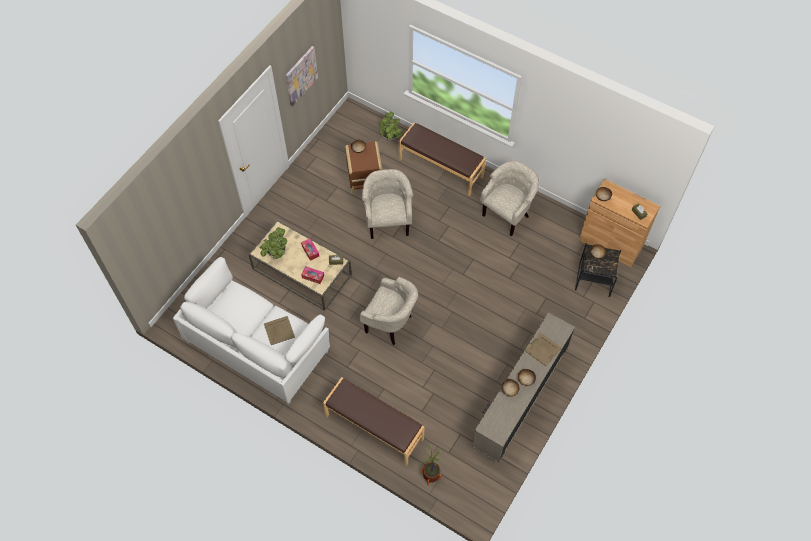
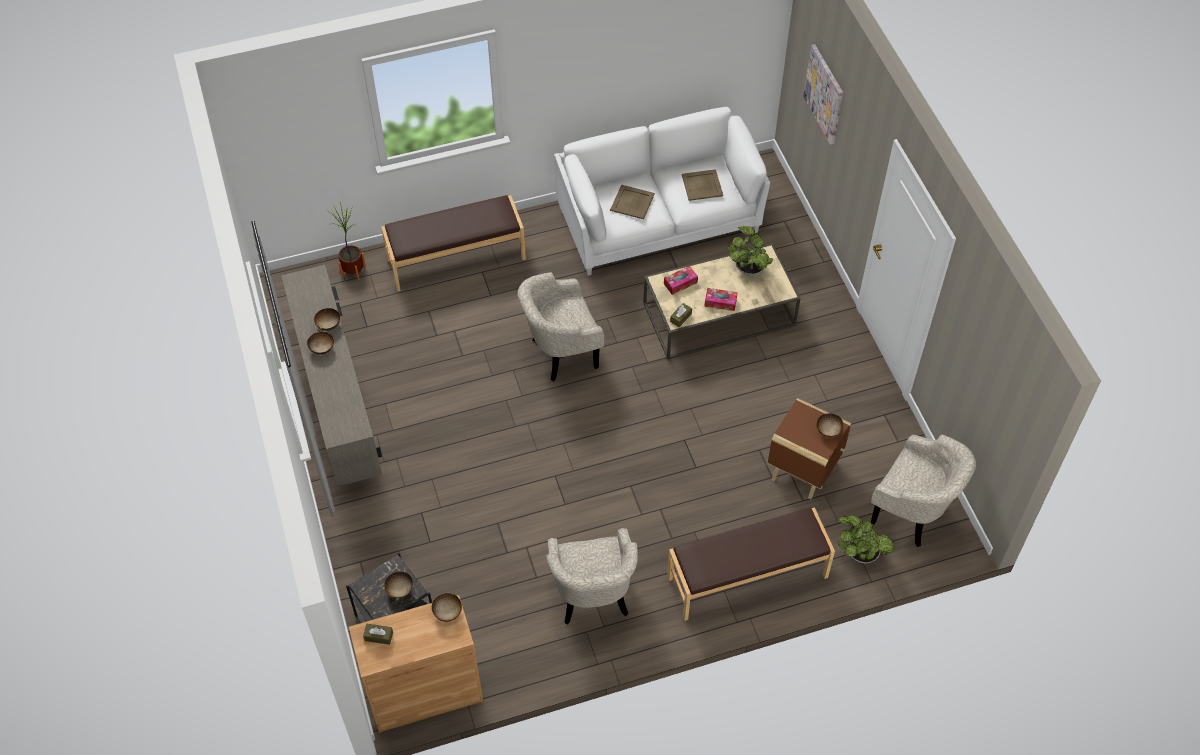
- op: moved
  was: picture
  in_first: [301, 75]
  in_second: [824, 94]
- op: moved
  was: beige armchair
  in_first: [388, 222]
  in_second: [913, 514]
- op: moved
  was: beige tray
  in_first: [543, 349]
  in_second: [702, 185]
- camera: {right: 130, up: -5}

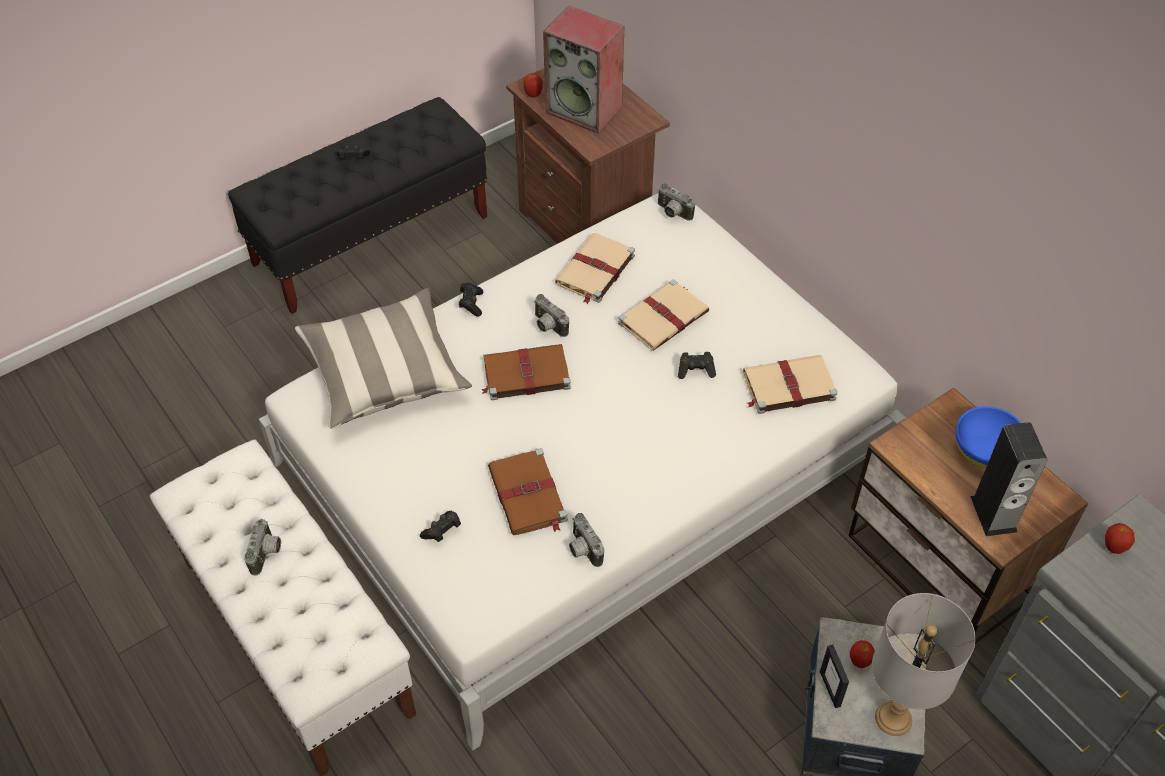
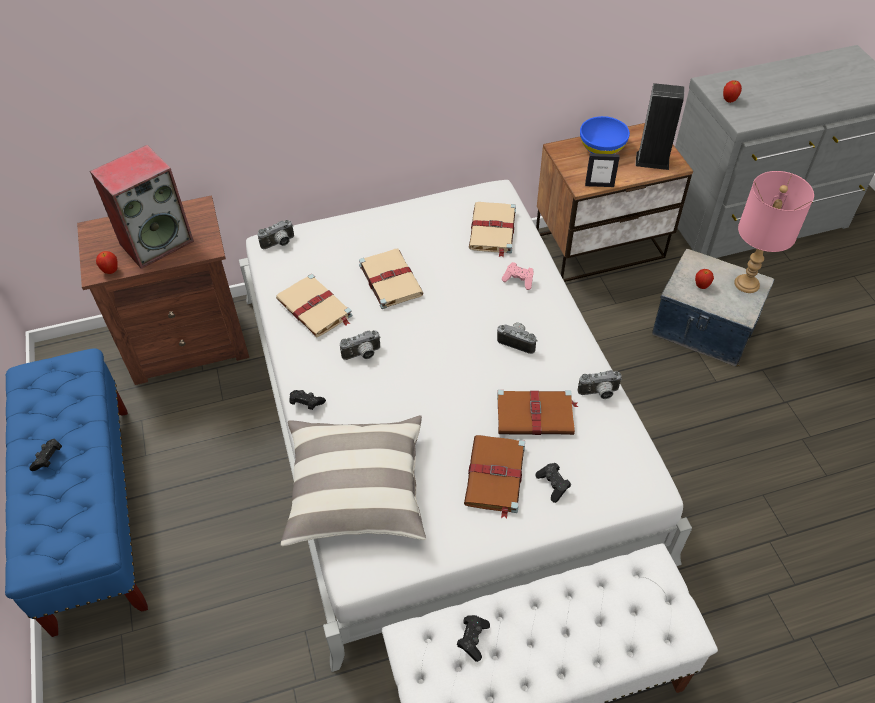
- op: recoloured
  was: black bench
  now: blue bench
  in_first: [372, 240]
  in_second: [93, 513]
- op: moved
  was: brown book
  in_first: [525, 374]
  in_second: [495, 476]
- op: moved
  was: black game controller
  in_first: [696, 370]
  in_second: [473, 639]
- op: moved
  was: photo camera
  in_first: [267, 554]
  in_second: [517, 341]
- op: recoloured
  was: grey table lamp
  now: pink table lamp
  in_first: [894, 718]
  in_second: [746, 283]
- op: moved
  was: picture frame
  in_first: [830, 689]
  in_second: [599, 185]
- op: added
  now: pink game controller
  in_second: [519, 280]
- camera: {right: -70, up: 0}

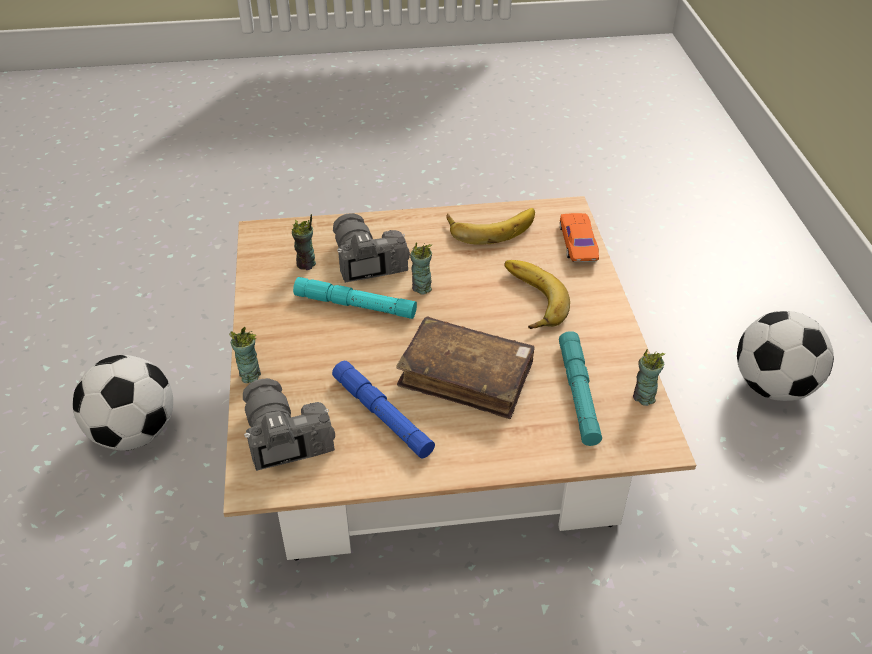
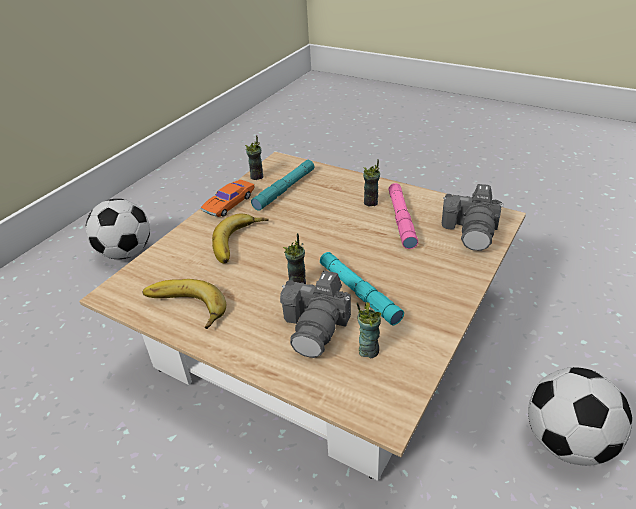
- op: moved
  was: orange toy car
  in_first: [578, 243]
  in_second: [229, 203]
- op: removed
  was: brown book
  in_first: [466, 377]
- op: moved
  was: cup
  in_first: [249, 375]
  in_second: [371, 202]
- op: recoloured
  was: blue flashlight
  now: pink flashlight
  in_first: [382, 415]
  in_second: [401, 220]
- camera: {right: -140, up: -5}

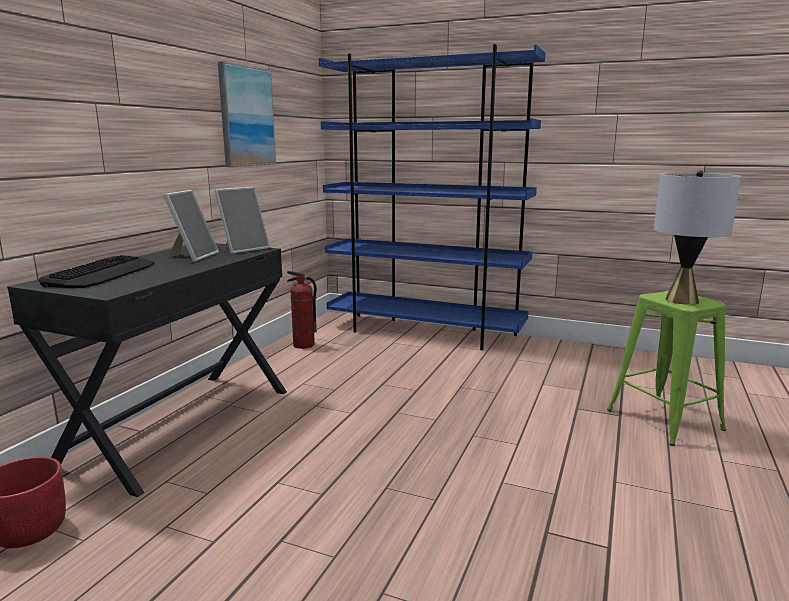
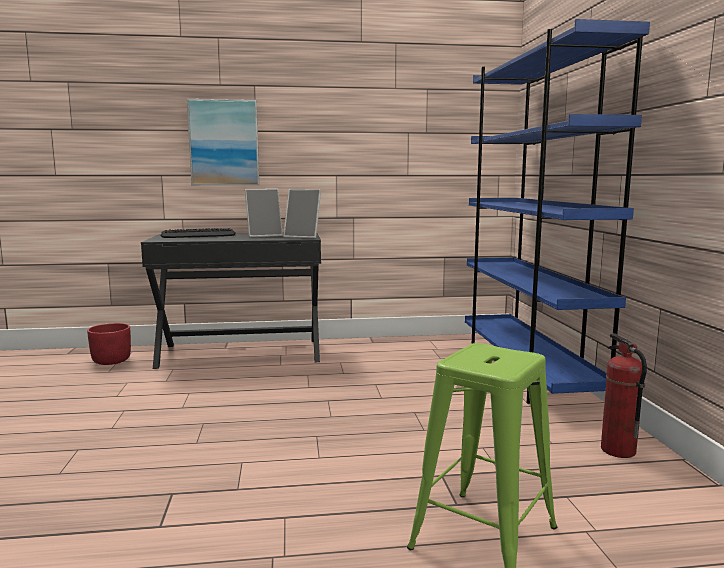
- op: moved
  was: picture
  in_first: [246, 117]
  in_second: [224, 143]
- op: removed
  was: grey table lamp
  in_first: [682, 300]
- op: moved
  was: fire extinguisher
  in_first: [303, 345]
  in_second: [617, 450]
- camera: {right: 60, up: -5}

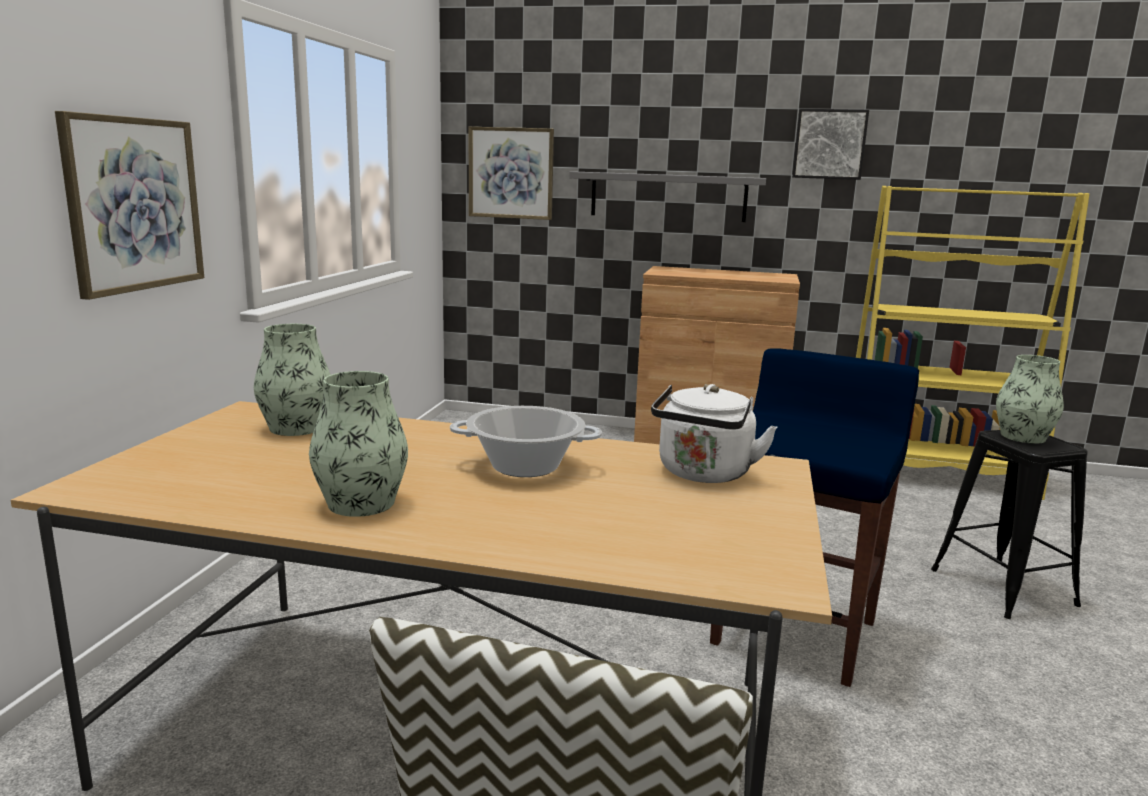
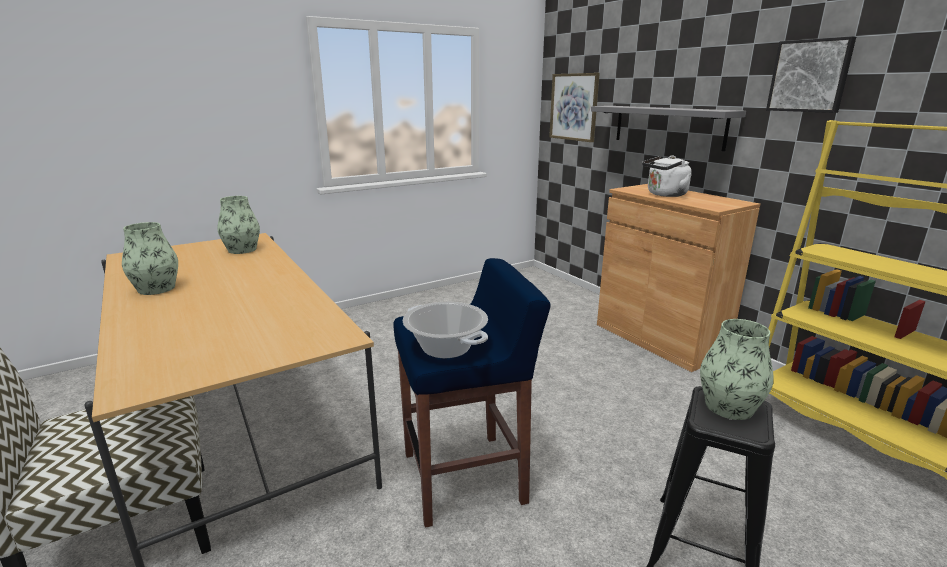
- op: removed
  was: picture
  in_first: [134, 204]
- op: moved
  was: white kettle
  in_first: [703, 474]
  in_second: [665, 195]
- op: moved
  was: cooking pot
  in_first: [525, 466]
  in_second: [445, 348]
- camera: {right: 45, up: 5}

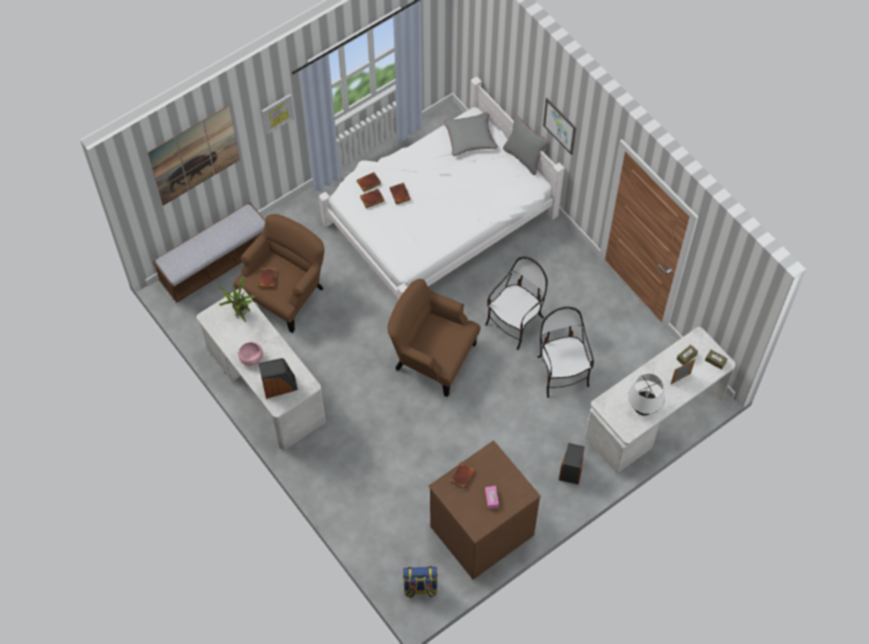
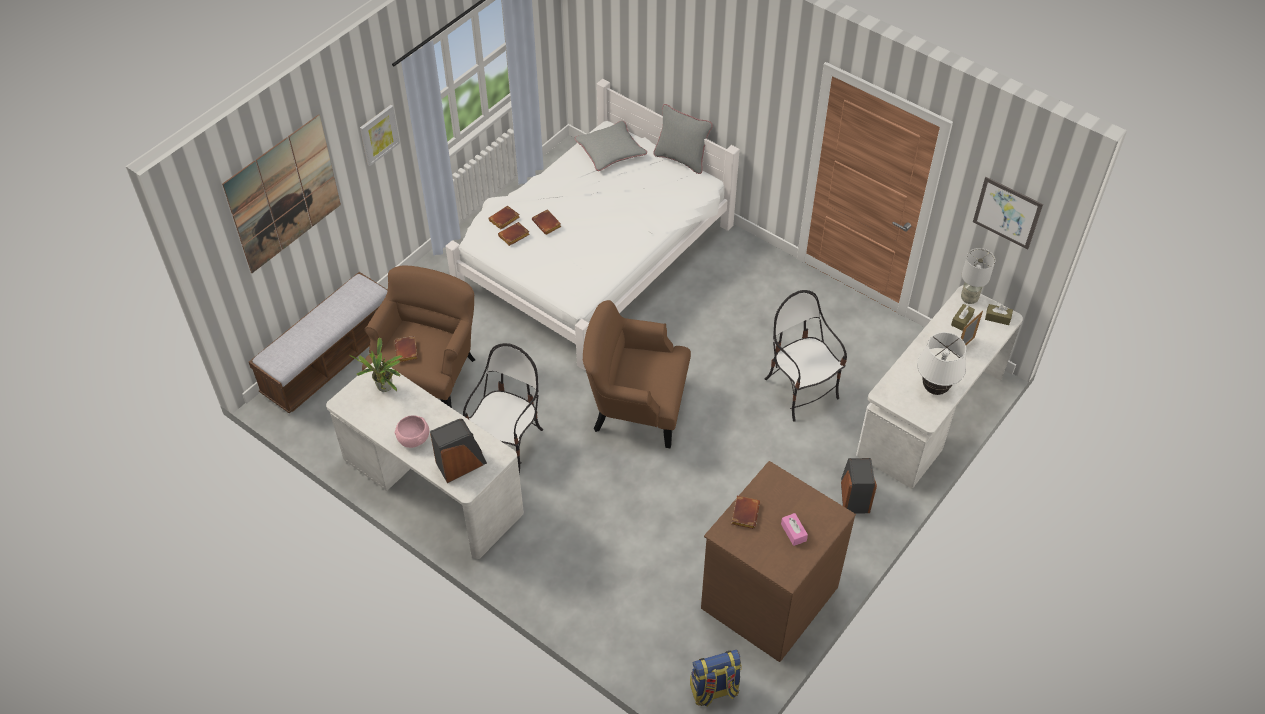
- op: moved
  was: picture
  in_first: [559, 126]
  in_second: [1007, 212]
- op: moved
  was: chair
  in_first: [515, 323]
  in_second: [508, 444]
- op: added
  now: grey table lamp
  in_second: [969, 299]
- camera: {right: -15, up: -10}

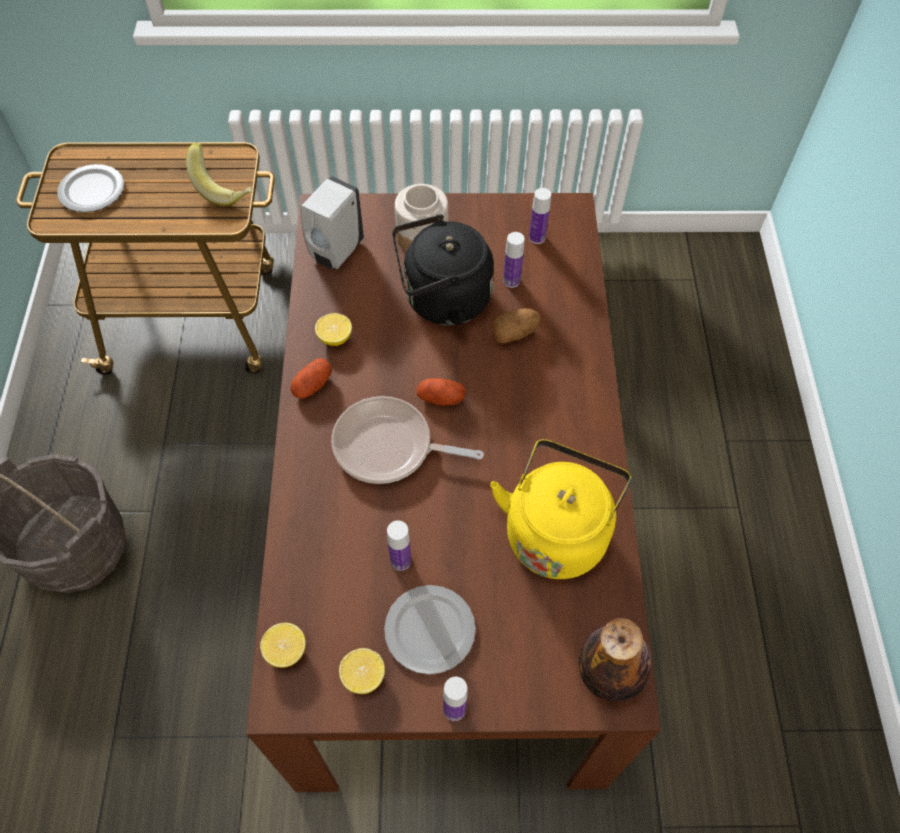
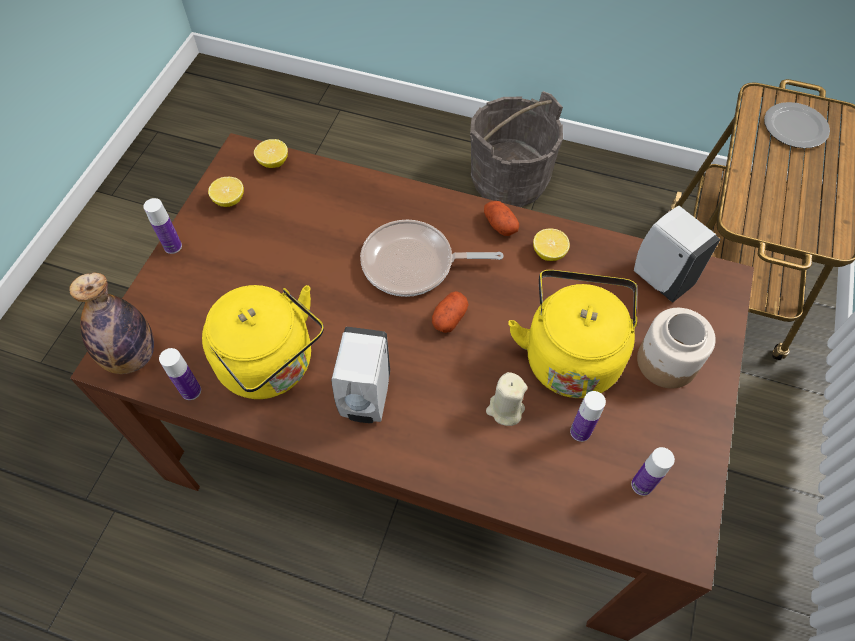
- op: removed
  was: banana
  in_first: [223, 188]
- op: recoloured
  was: black kettle
  now: yellow kettle
  in_first: [442, 300]
  in_second: [570, 354]
- op: replaced
  was: potato
  now: beige candle
  in_first: [515, 333]
  in_second: [505, 409]
- op: turned
  was: frying pan
  in_first: [389, 447]
  in_second: [413, 264]
  clockwise: -120
- op: moved
  was: bottle
  in_first: [400, 560]
  in_second: [191, 391]
- op: removed
  was: plate
  in_first: [428, 631]
- op: added
  now: white soap dispenser
  in_second: [365, 400]
- camera: {right: 110, up: 0}

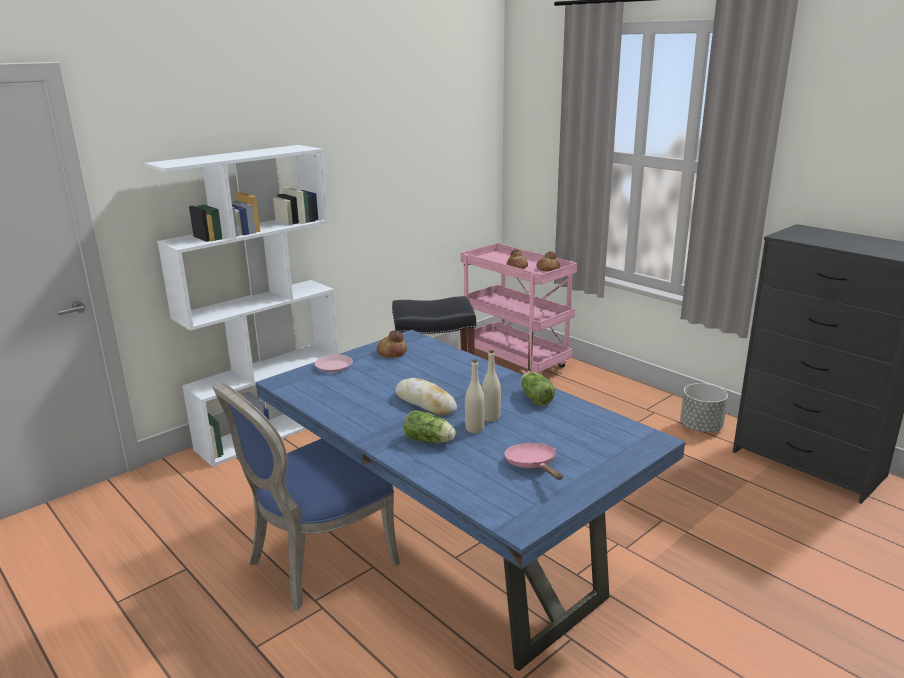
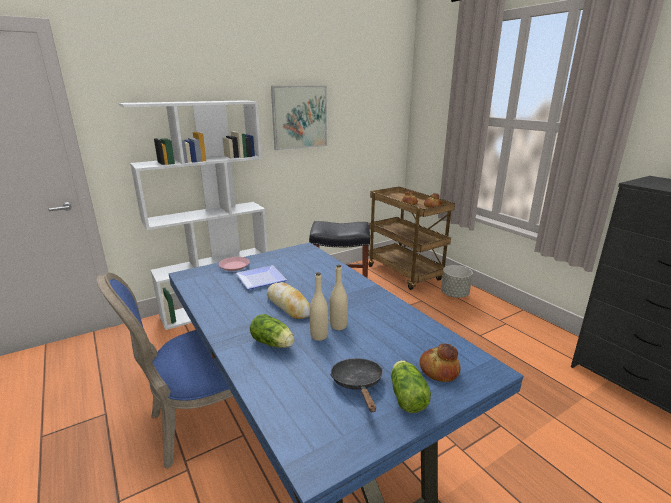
- op: recoloured
  was: pink cart
  now: brown cart
  in_first: [516, 363]
  in_second: [405, 274]
- op: moved
  was: bread
  in_first: [391, 352]
  in_second: [438, 370]
- op: moved
  was: lettuce
  in_first: [535, 397]
  in_second: [406, 395]
- op: moved
  was: grey planter
  in_first: [701, 427]
  in_second: [454, 294]
- op: recoloured
  was: pink frying pan
  now: black frying pan
  in_first: [533, 465]
  in_second: [358, 384]
- op: added
  now: picture
  in_second: [299, 117]
- op: added
  now: plate
  in_second: [259, 279]
- camera: {right: 10, up: 0}

